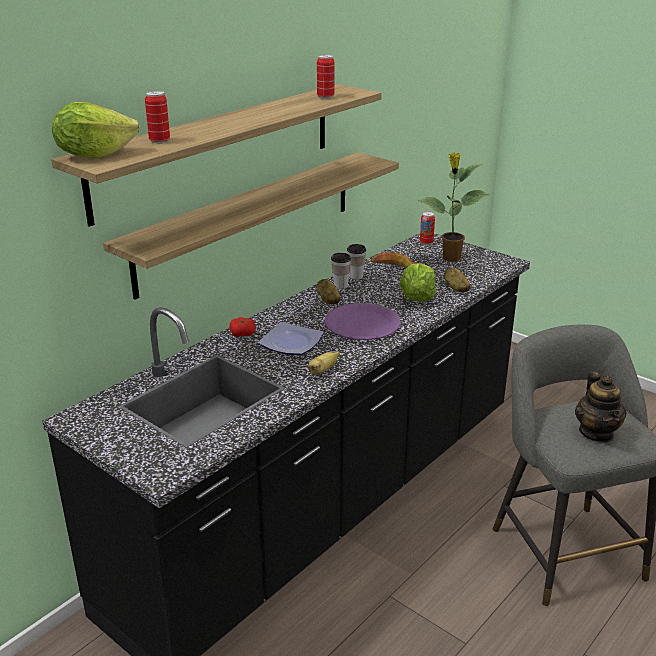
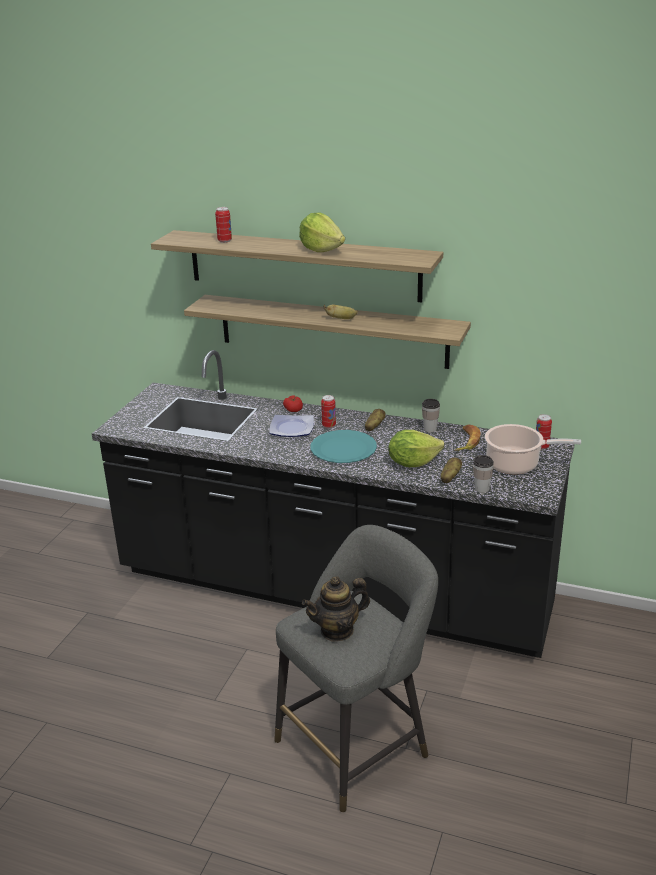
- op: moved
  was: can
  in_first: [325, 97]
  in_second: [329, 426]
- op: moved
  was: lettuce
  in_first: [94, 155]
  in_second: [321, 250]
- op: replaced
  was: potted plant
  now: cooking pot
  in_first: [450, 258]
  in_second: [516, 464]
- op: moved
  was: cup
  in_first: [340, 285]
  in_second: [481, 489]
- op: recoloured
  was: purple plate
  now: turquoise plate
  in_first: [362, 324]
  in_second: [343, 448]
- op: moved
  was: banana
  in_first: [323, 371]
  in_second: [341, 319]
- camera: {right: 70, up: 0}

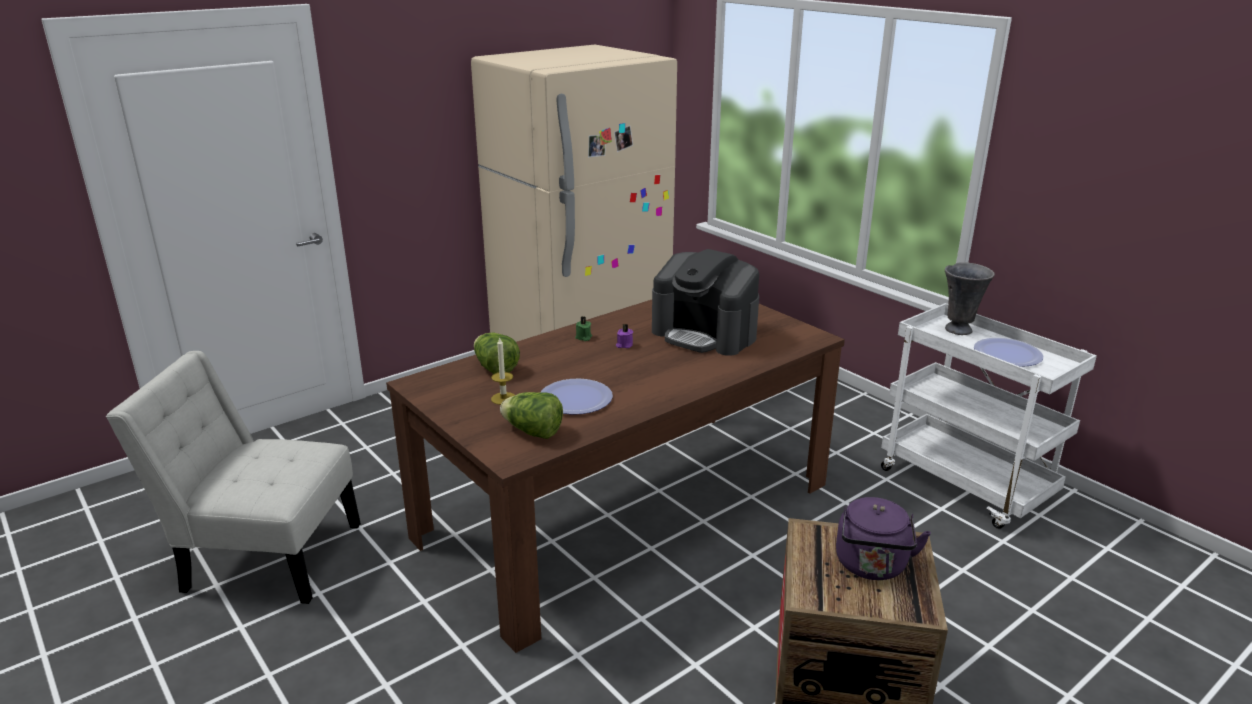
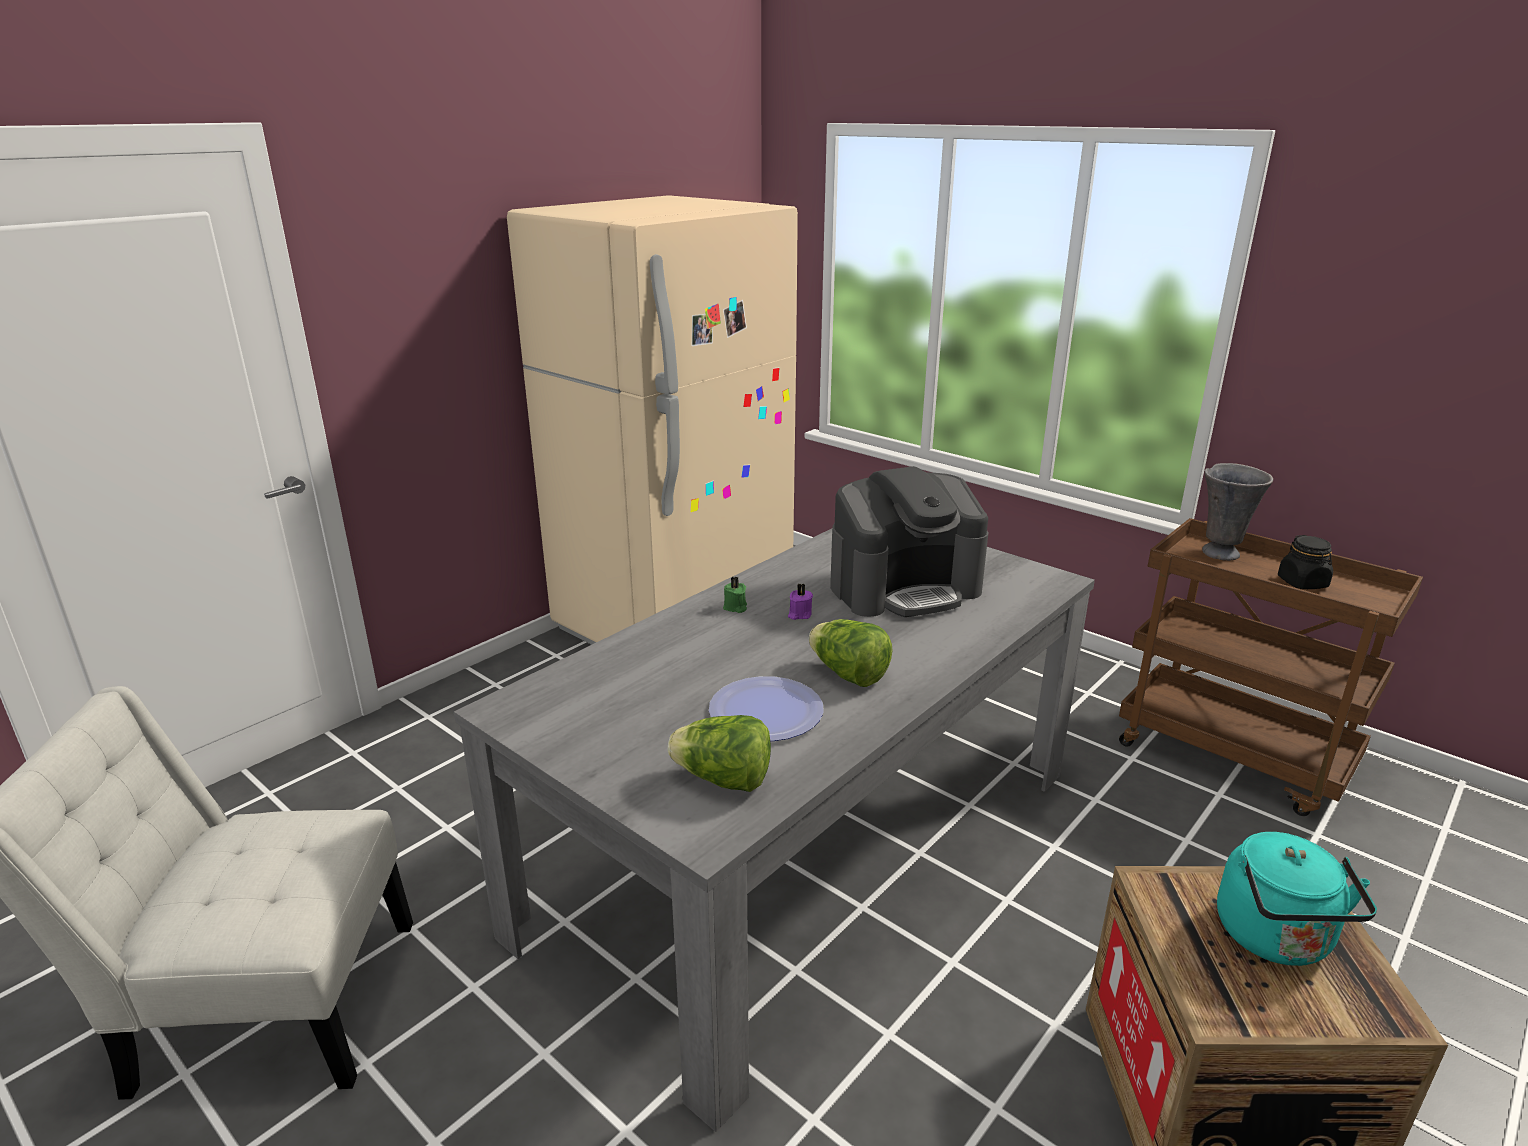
- op: turned
  was: coffee machine
  in_first: [705, 334]
  in_second: [905, 588]
  clockwise: -45
- op: recoloured
  was: brown dining table
  now: grey dining table
  in_first: [626, 510]
  in_second: [807, 849]
- op: recoloured
  was: white cart
  now: brown cart
  in_first: [966, 485]
  in_second: [1234, 756]
- op: moved
  was: lettuce
  in_first: [495, 368]
  in_second: [848, 675]
- op: removed
  was: candle
  in_first: [503, 398]
- op: replaced
  was: plate
  now: black jar
  in_first: [1007, 354]
  in_second: [1302, 583]
- op: recoloured
  was: purple kettle
  now: turquoise kettle
  in_first: [872, 567]
  in_second: [1277, 939]
- camera: {right: -10, up: 0}

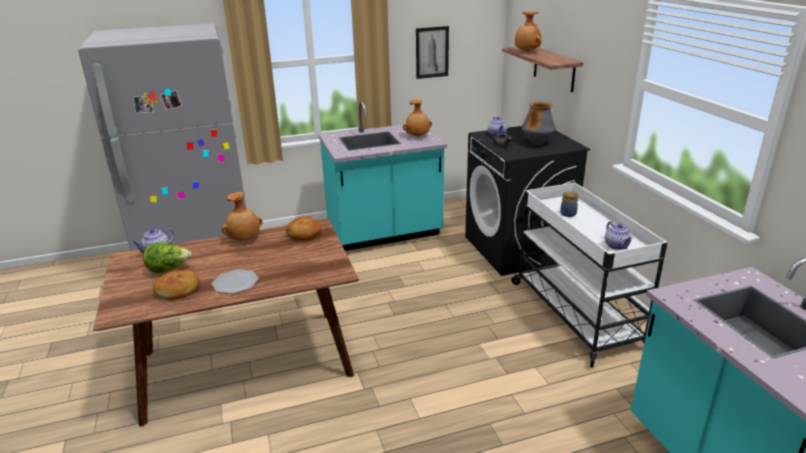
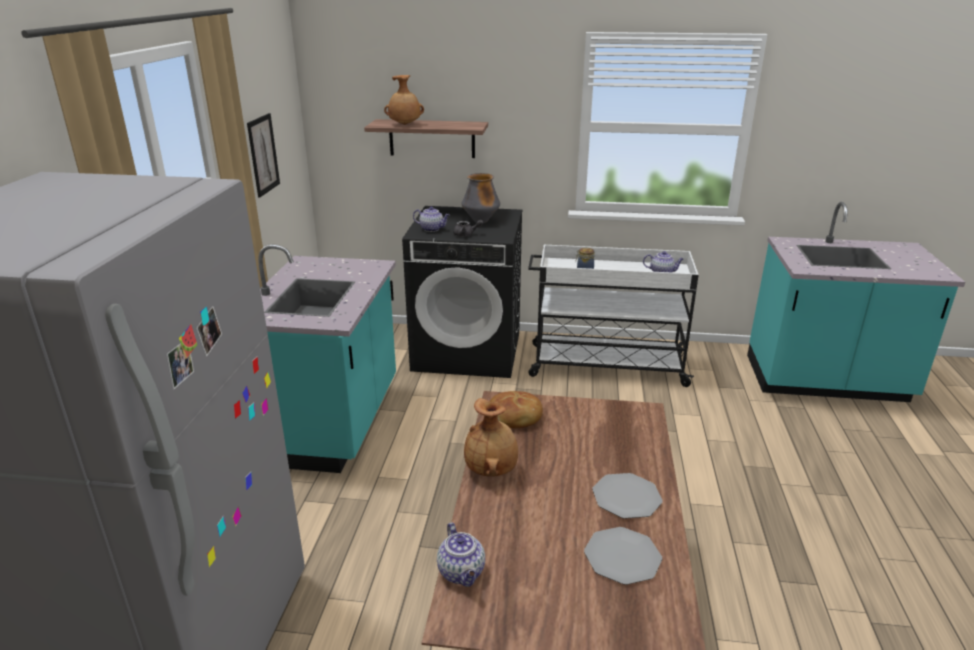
- op: removed
  was: brown vase
  in_first: [417, 136]
- op: removed
  was: lettuce
  in_first: [168, 269]
- op: replaced
  was: bread
  now: plate
  in_first: [179, 290]
  in_second: [622, 557]
- camera: {right: -65, up: 0}

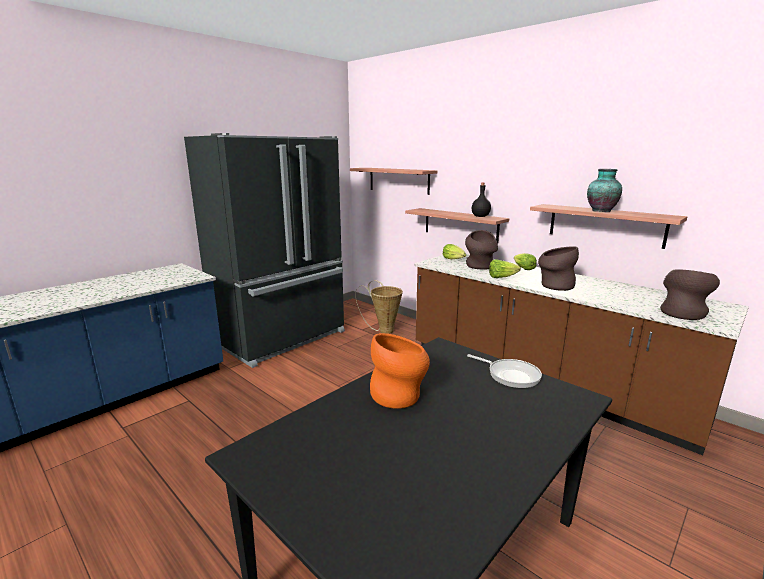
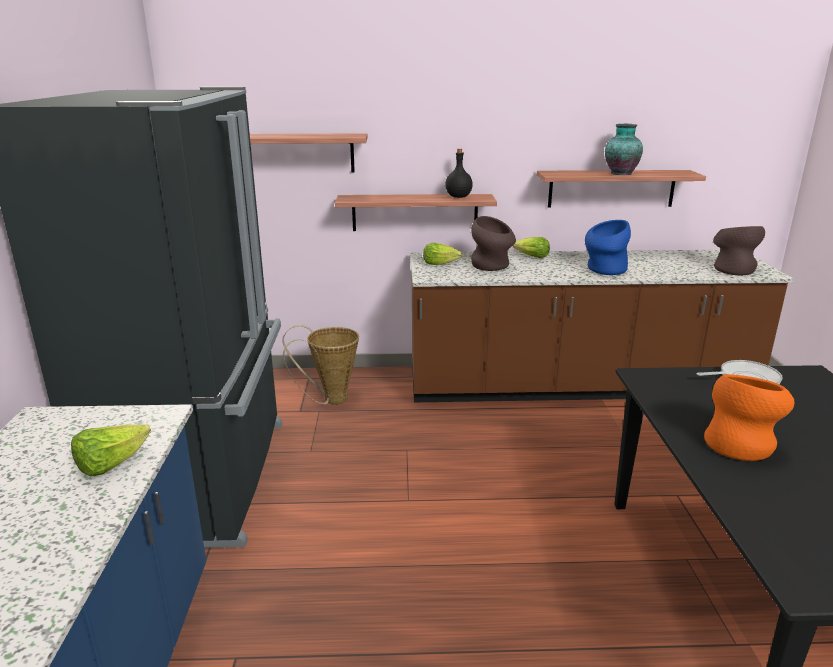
- op: recoloured
  was: brown vase
  now: blue vase
  in_first: [554, 286]
  in_second: [603, 270]
- op: moved
  was: lettuce
  in_first: [501, 277]
  in_second: [111, 464]
- camera: {right: -45, up: 5}

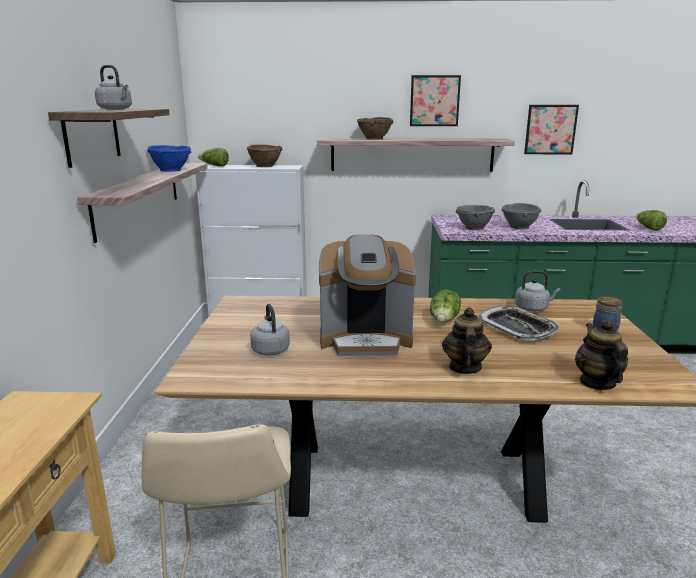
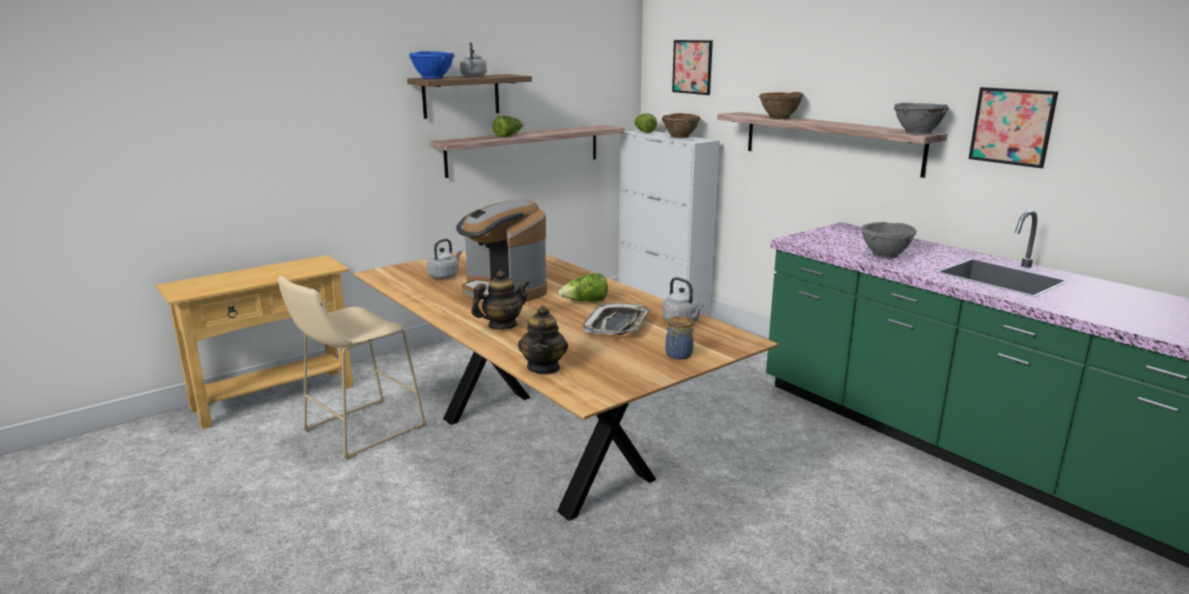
- op: moved
  was: picture
  in_first: [434, 101]
  in_second: [692, 67]
- op: moved
  was: blue bowl
  in_first: [171, 170]
  in_second: [433, 78]
- op: moved
  was: grey bowl
  in_first: [473, 228]
  in_second: [917, 133]
- op: moved
  was: lettuce
  in_first: [648, 228]
  in_second: [508, 136]
- op: turned
  was: teapot
  in_first: [597, 382]
  in_second: [544, 368]
  clockwise: 135
- camera: {right: 50, up: 0}

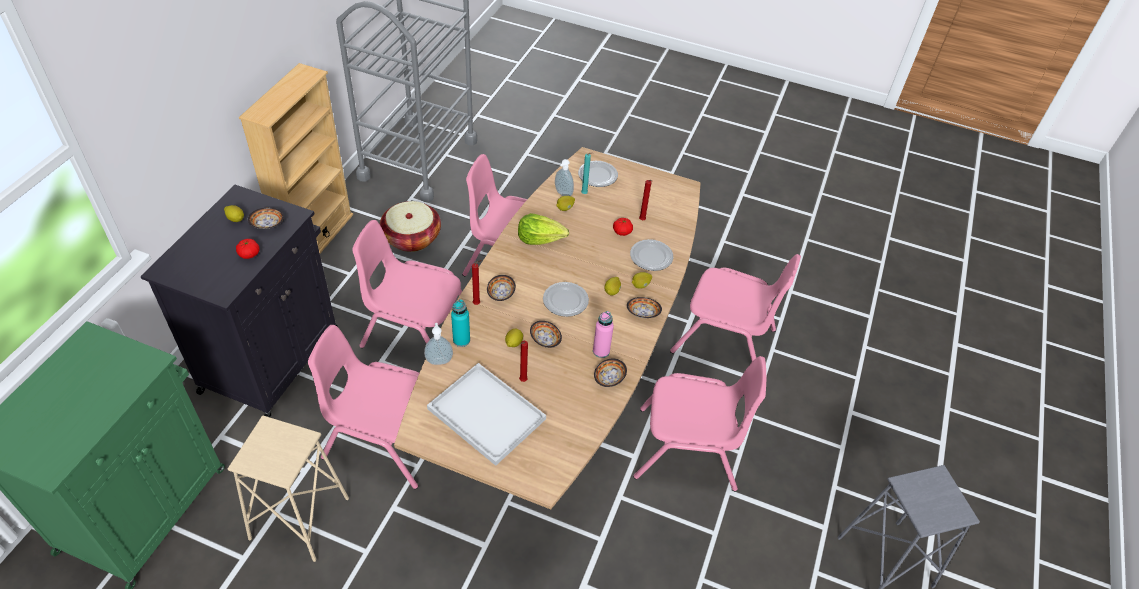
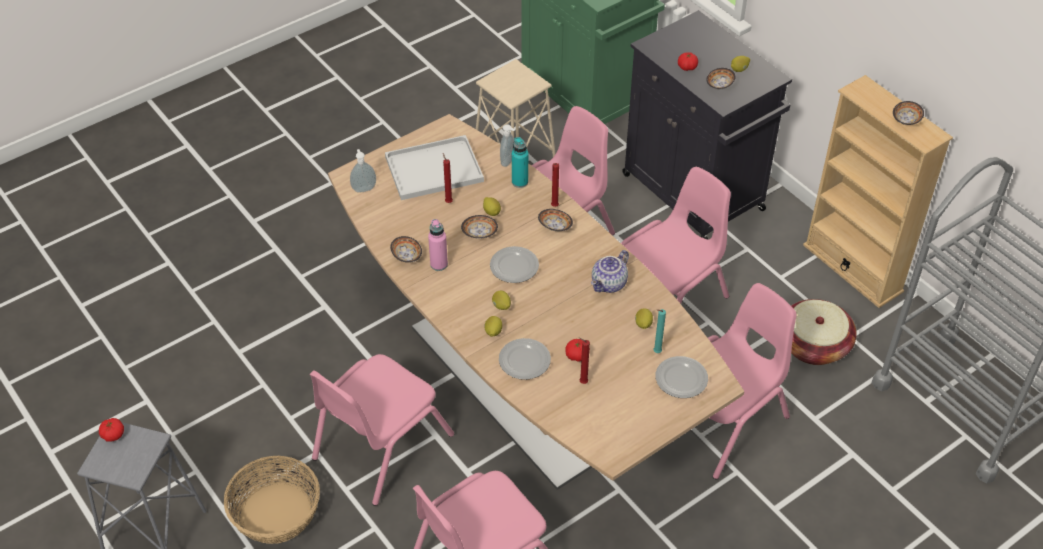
- op: moved
  was: soap dispenser
  in_first: [562, 194]
  in_second: [364, 188]
- op: replaced
  was: lettuce
  now: teapot
  in_first: [540, 239]
  in_second: [609, 284]
- op: moved
  was: bowl
  in_first: [643, 313]
  in_second: [906, 120]
- op: added
  now: tomato
  in_second: [113, 435]
- op: added
  now: basket
  in_second: [276, 512]
- camera: {right: 125, up: 0}

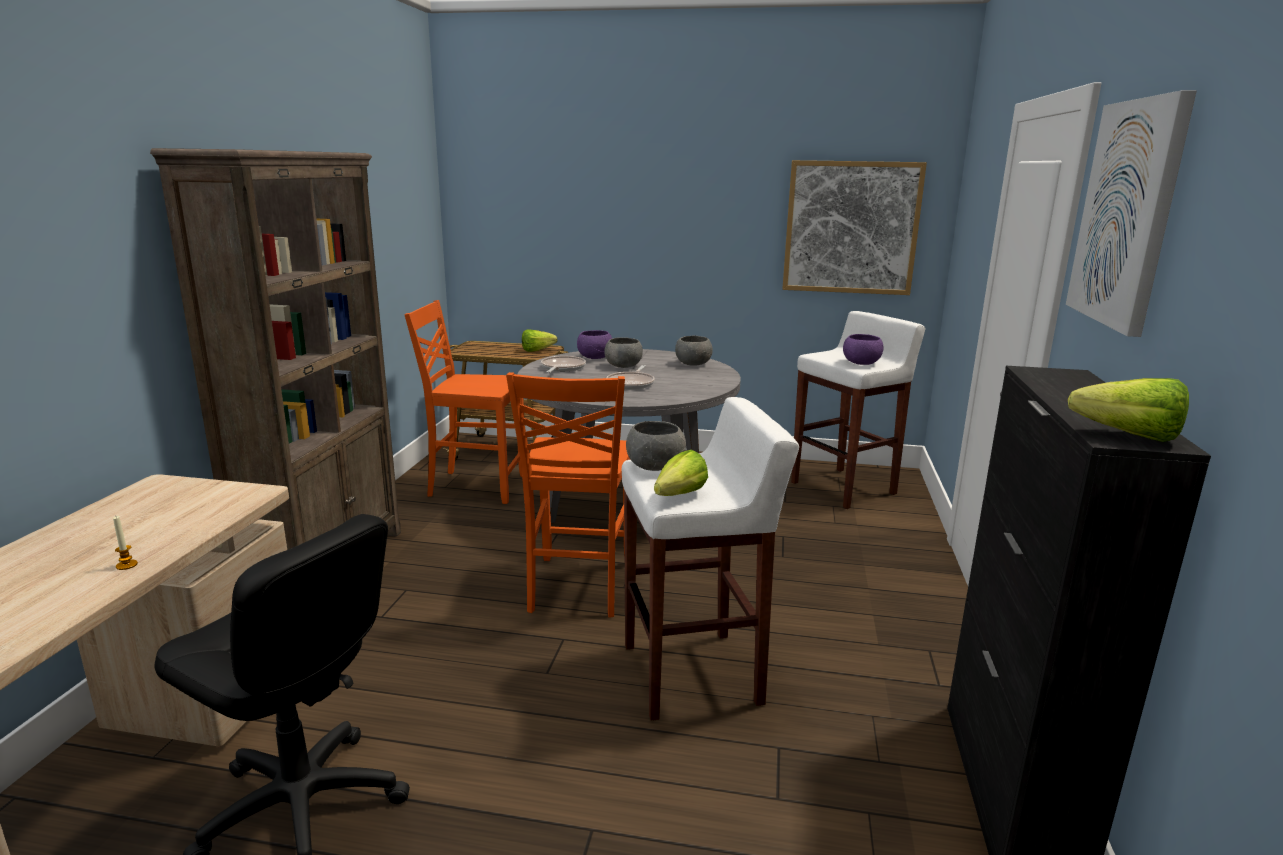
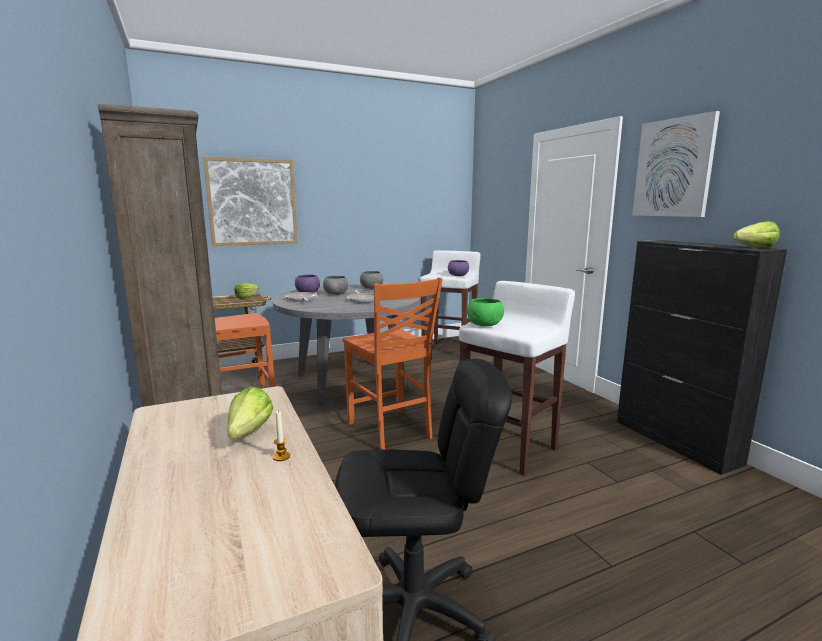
- op: moved
  was: picture
  in_first: [851, 228]
  in_second: [252, 202]
- op: recoloured
  was: grey bowl
  now: green bowl
  in_first: [655, 467]
  in_second: [485, 325]
- op: moved
  was: lettuce
  in_first: [675, 497]
  in_second: [245, 436]
- camera: {right: -35, up: -5}

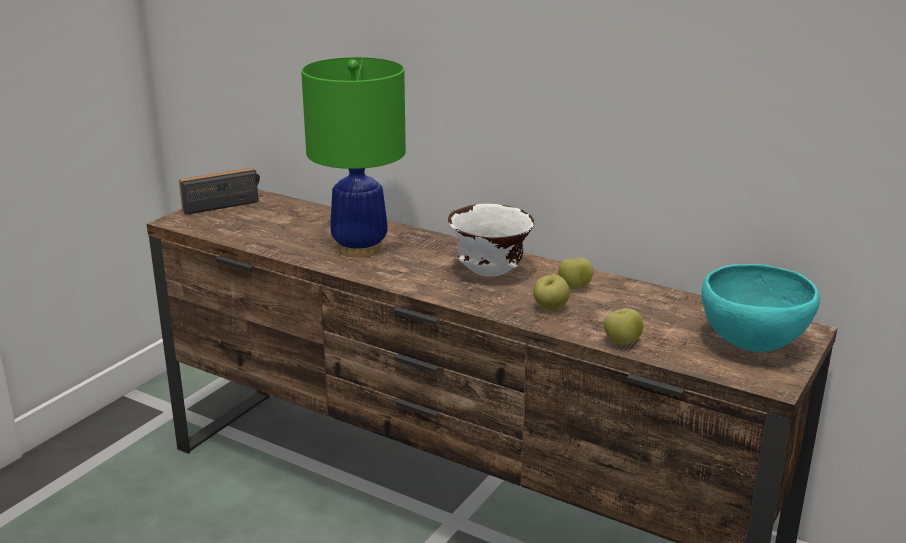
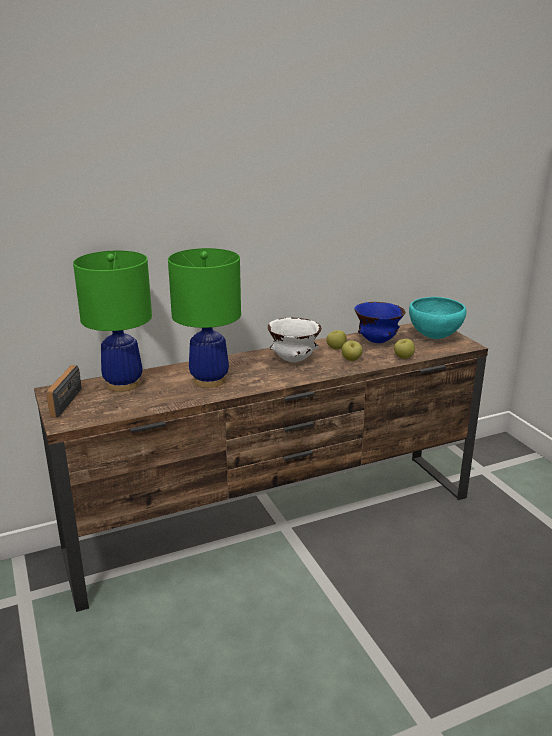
- op: added
  now: green table lamp
  in_second: [123, 384]
- op: added
  now: blue bowl
  in_second: [377, 341]
- camera: {right: -55, up: 0}

